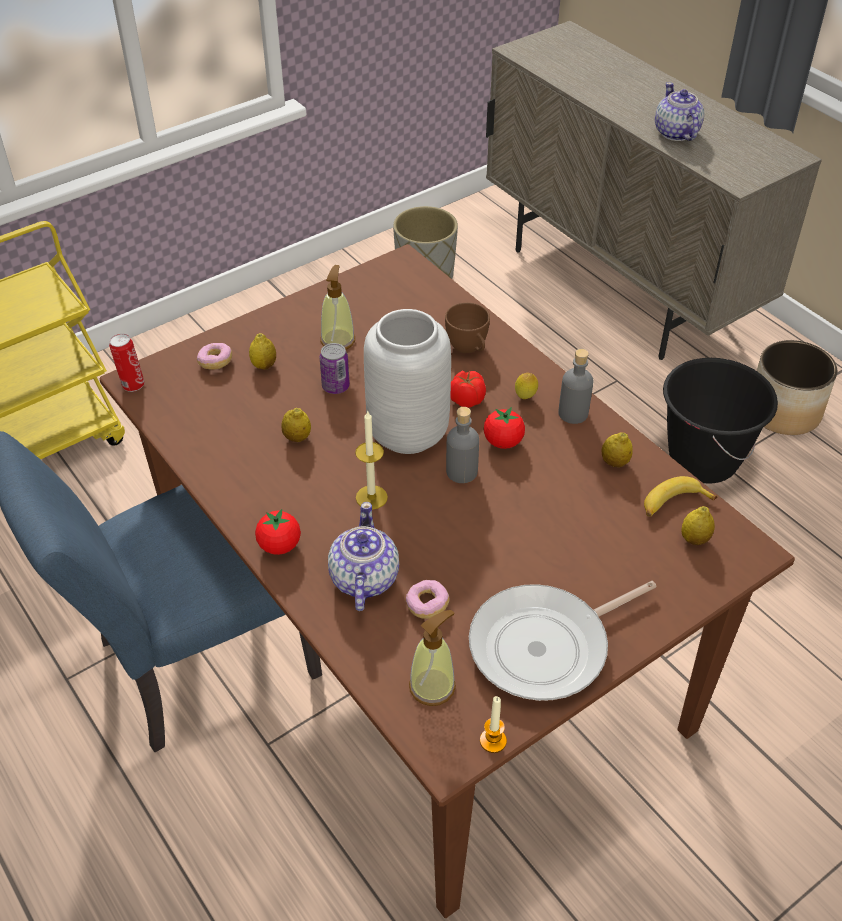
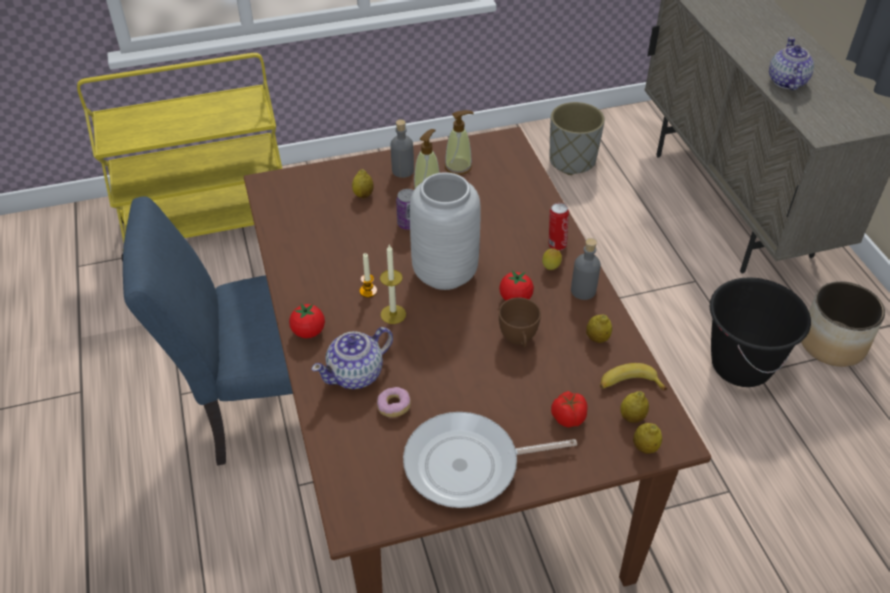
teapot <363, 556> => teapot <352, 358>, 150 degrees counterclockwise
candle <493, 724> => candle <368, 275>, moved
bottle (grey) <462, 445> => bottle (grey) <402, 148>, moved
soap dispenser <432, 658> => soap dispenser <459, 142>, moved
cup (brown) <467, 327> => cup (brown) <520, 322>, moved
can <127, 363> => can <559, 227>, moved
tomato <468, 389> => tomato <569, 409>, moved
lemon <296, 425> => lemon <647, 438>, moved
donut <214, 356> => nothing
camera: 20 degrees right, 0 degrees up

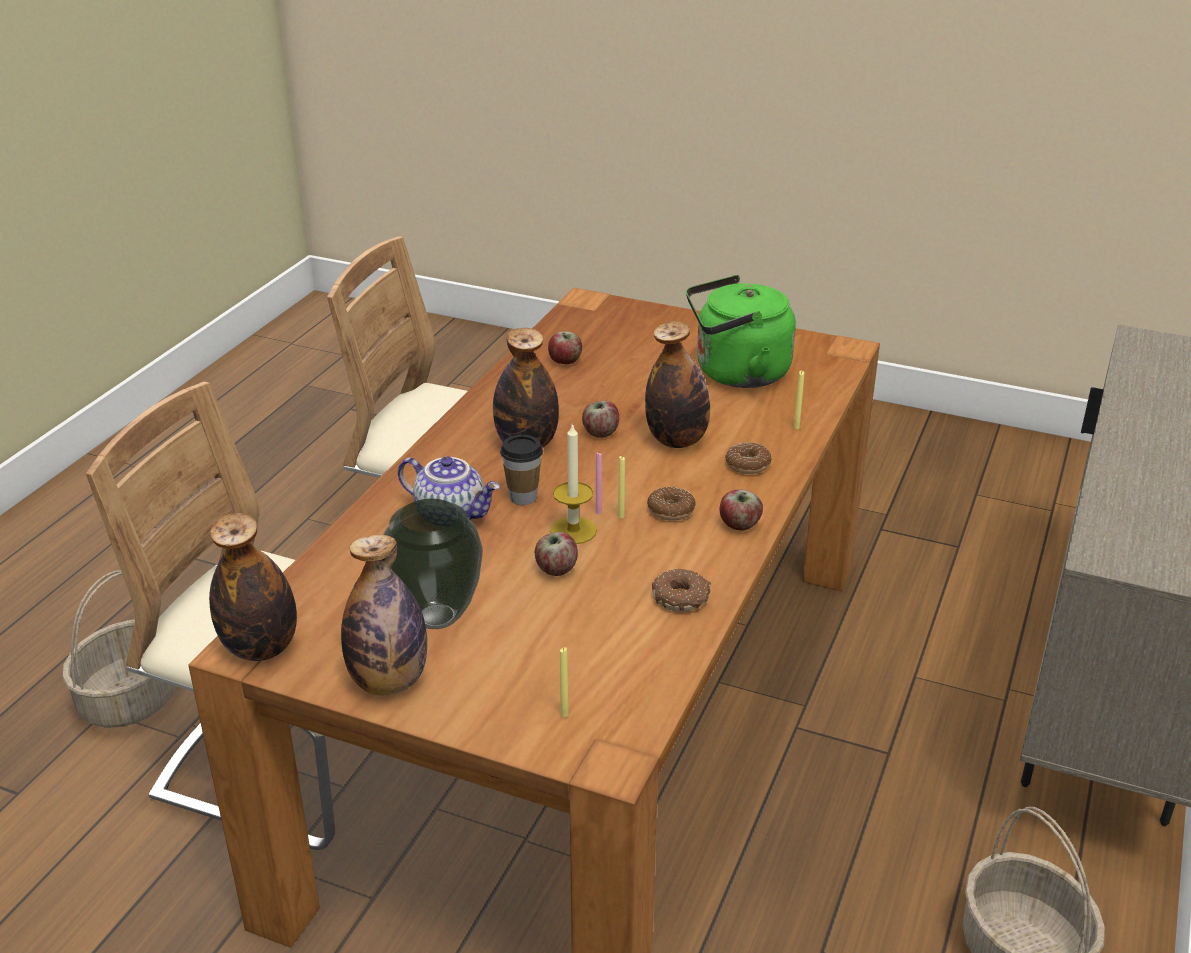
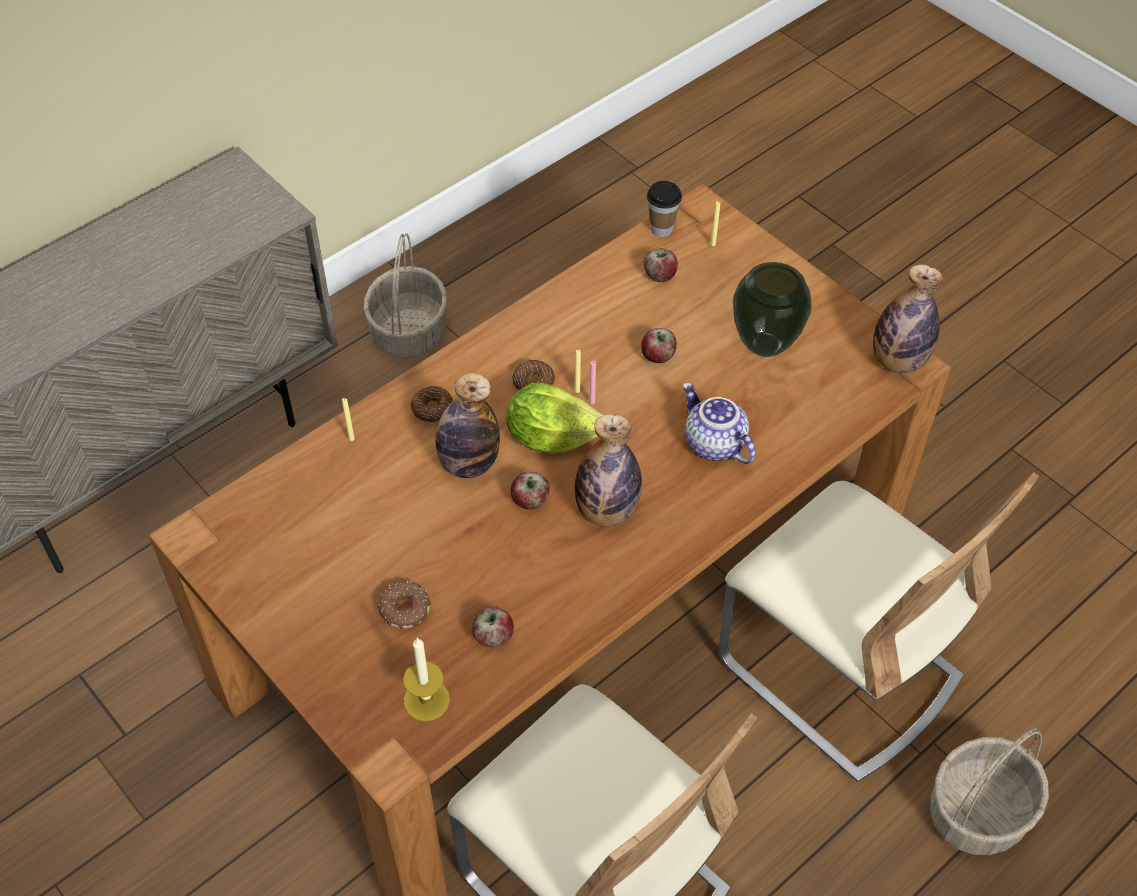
donut <681, 590> => donut <404, 604>, moved
candle <573, 483> => candle <426, 680>, moved
nothing => lettuce <554, 418>
apple <741, 510> => apple <661, 265>, moved
cup <521, 469> => cup <664, 209>, moved
bottle <384, 615> => nothing
kettle (green) <741, 331> => nothing
camera: 155 degrees left, 20 degrees up

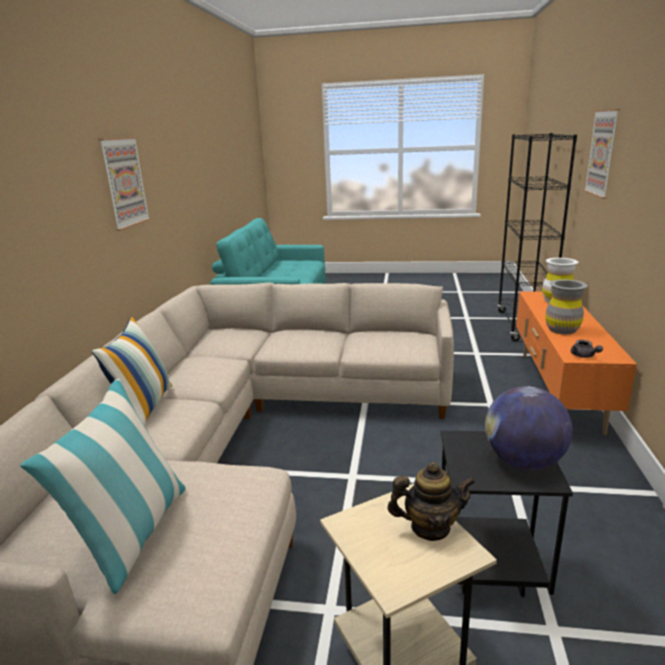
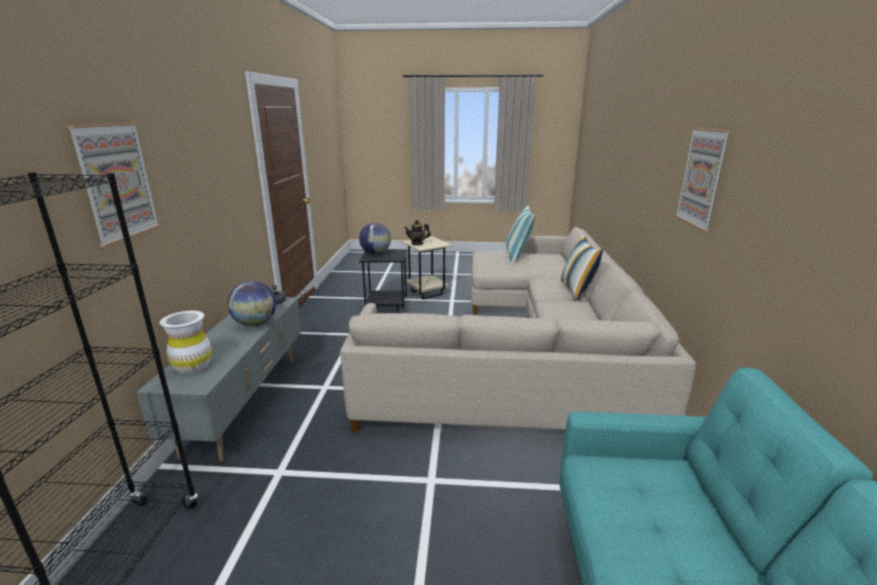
tv stand (orange) <576, 363> => tv stand (grey) <219, 379>
vase (grey) <566, 306> => globe <252, 303>
camera: 175 degrees right, 0 degrees up

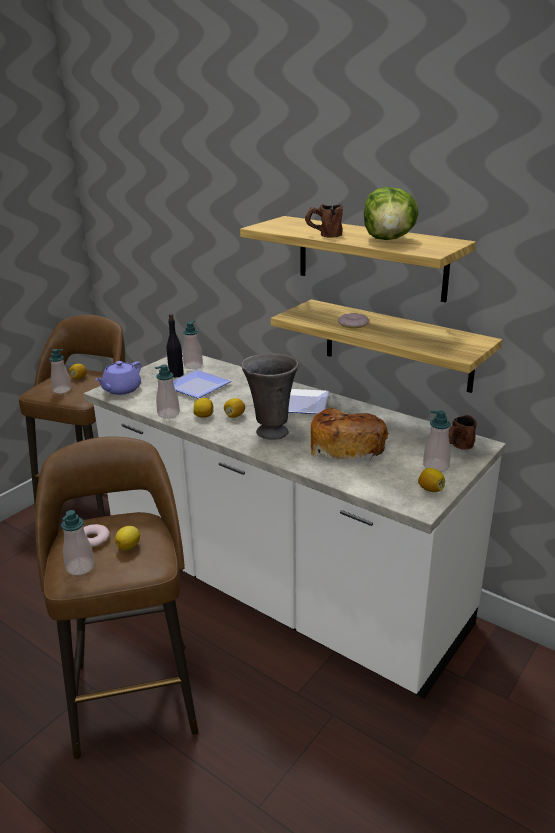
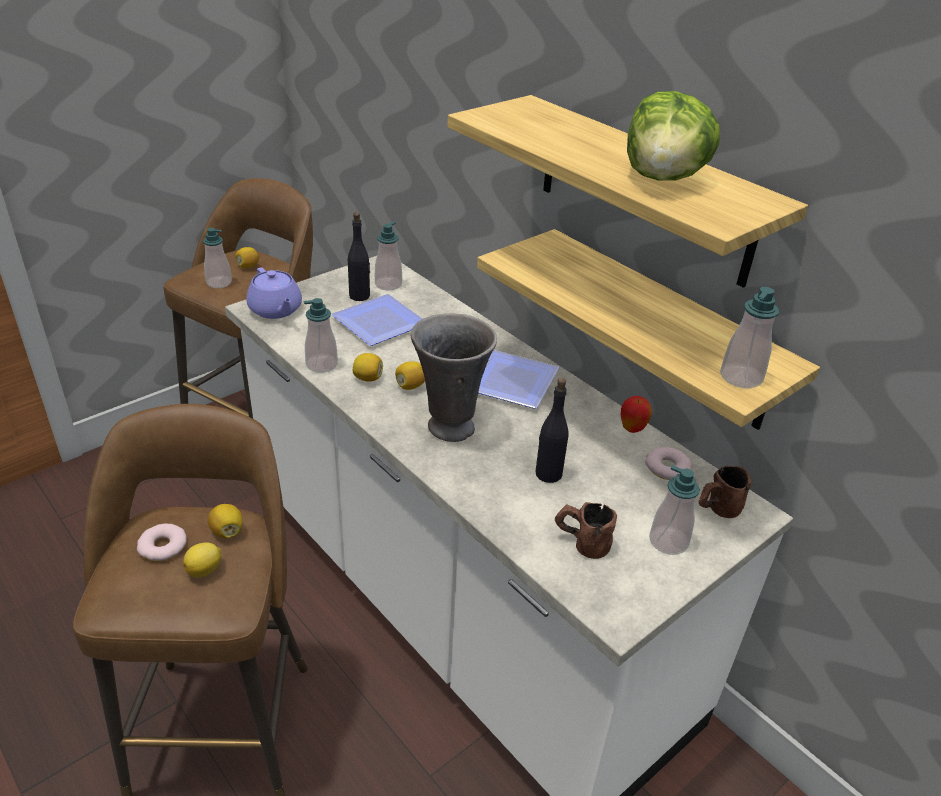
lemon <431, 480> => lemon <225, 521>, moved
teapot (purple) <118, 378> => teapot (purple) <274, 293>, 75 degrees counterclockwise
bread <350, 434> => bottle (black) <552, 430>
mug (brown) <324, 221> => mug (brown) <586, 530>, moved
nothing => apple <636, 414>
donut <353, 320> => donut <668, 463>, moved
soap dispenser <78, 542> => soap dispenser <749, 337>, moved
camera: 10 degrees right, 10 degrees up

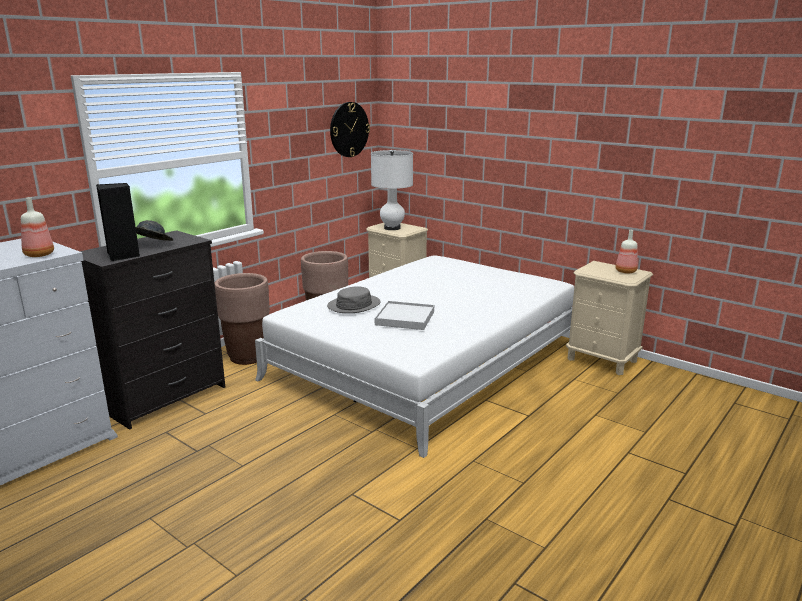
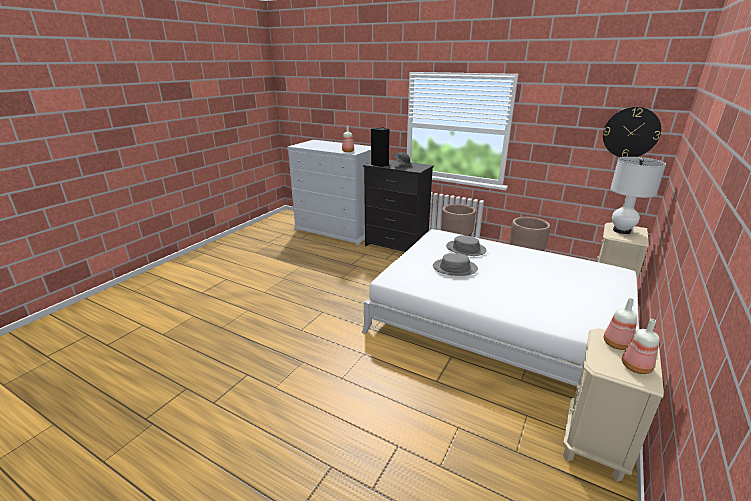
tray (white) <404, 315> => hat (grey) <455, 264>
nothing => bottle <620, 324>
camera: 80 degrees right, 5 degrees up

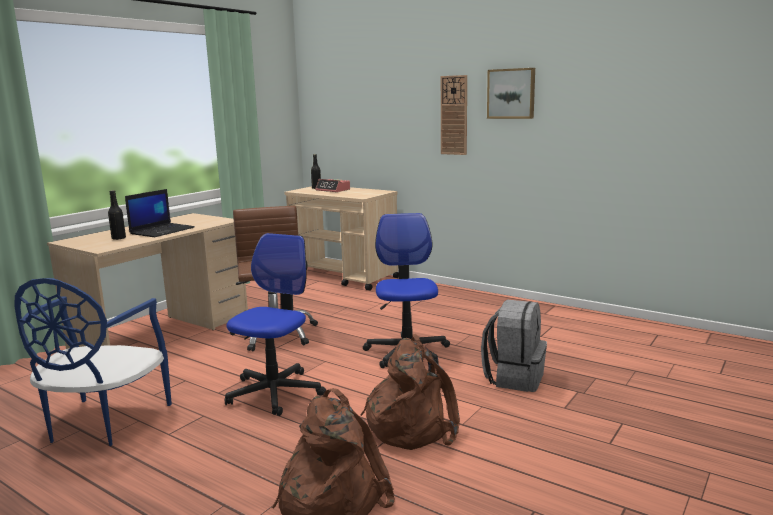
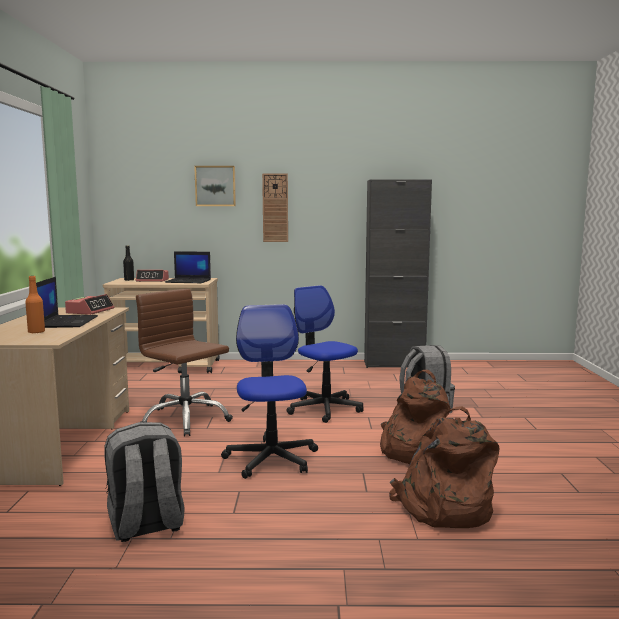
bottle (black) <117, 215> => bottle (orange) <35, 304>
nothing => alarm clock <89, 304>
chair (blue) <93, 362> => backpack (grey) <145, 482>
nothing => laptop <188, 267>
picture <511, 93> => picture <215, 186>, moved
nothing => cabinet (black) <398, 274>
camera: 35 degrees left, 5 degrees down

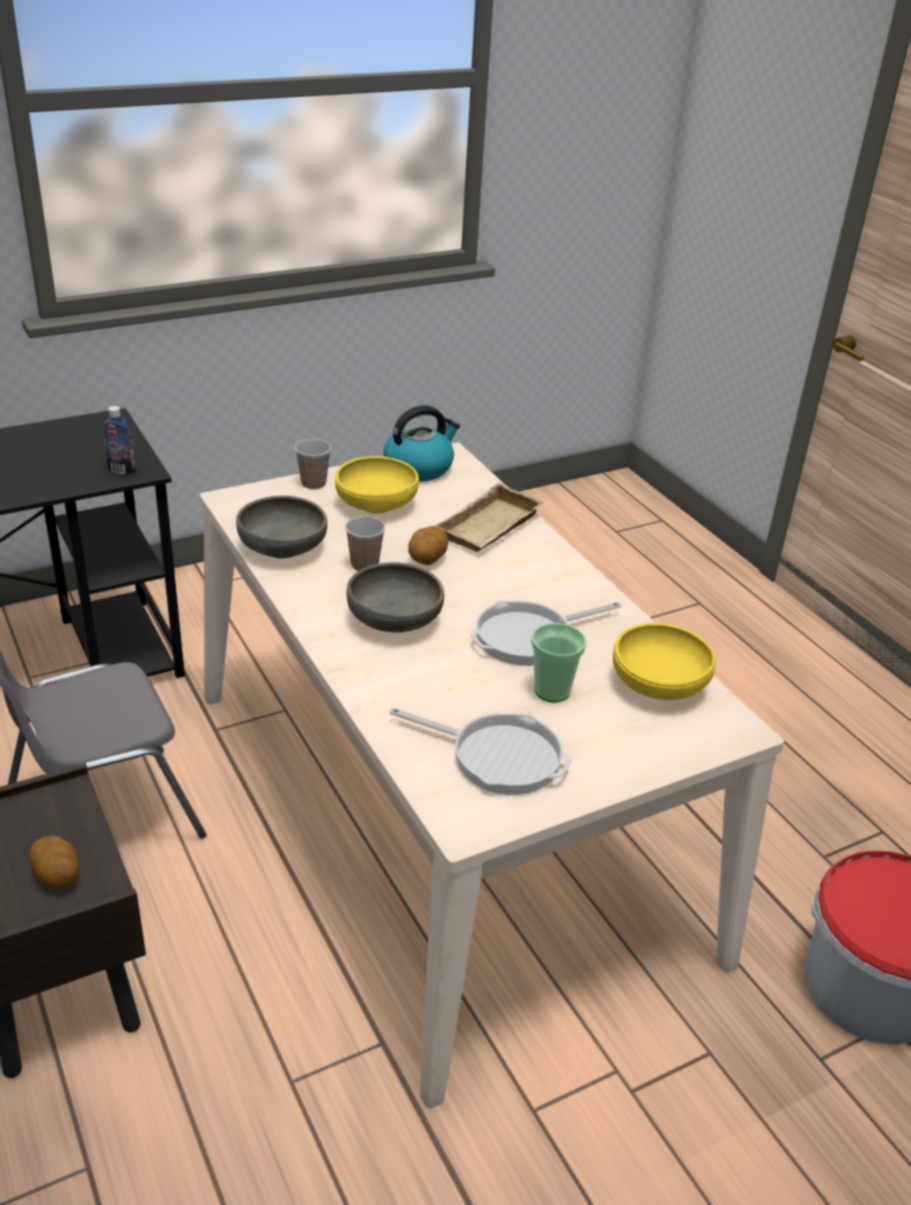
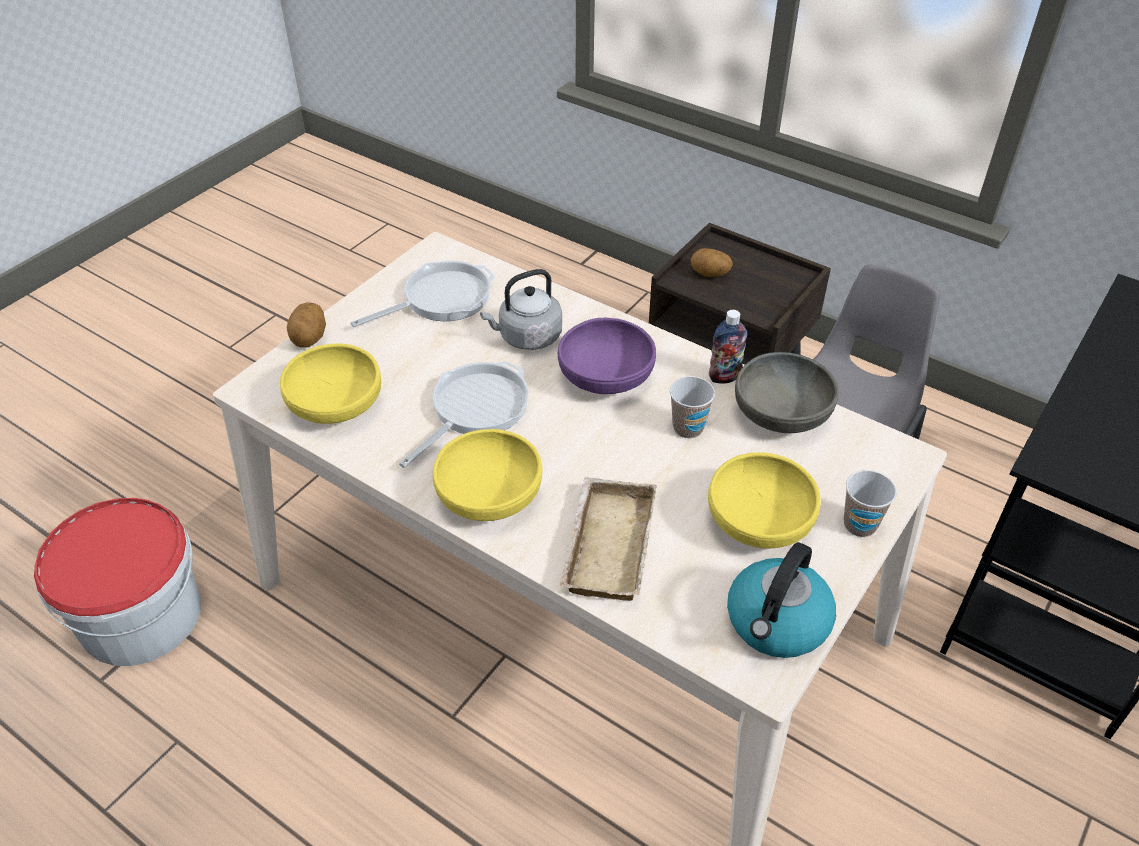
potato <428, 545> => potato <306, 324>, moved
frying pan <480, 751> => frying pan <423, 294>, 150 degrees clockwise
nothing => bowl (yellow) <487, 475>
nothing => kettle (grey) <521, 309>
bowl (grey) <395, 597> => bowl (purple) <607, 356>
bottle <119, 440> => bottle <728, 347>, moved
cup <559, 663> => nothing
camera: 155 degrees right, 10 degrees up

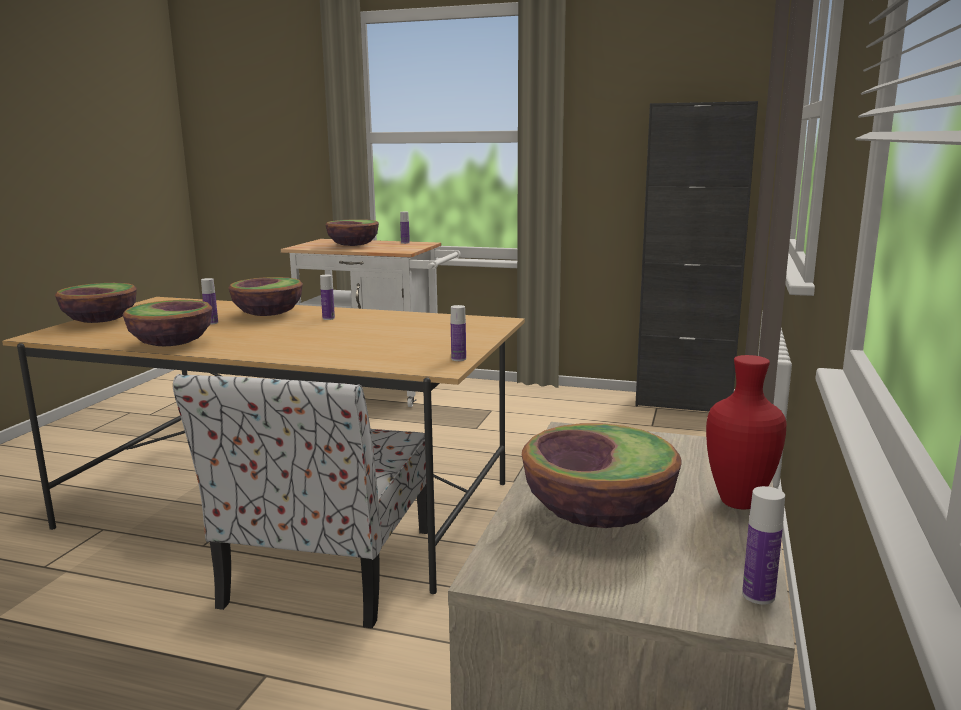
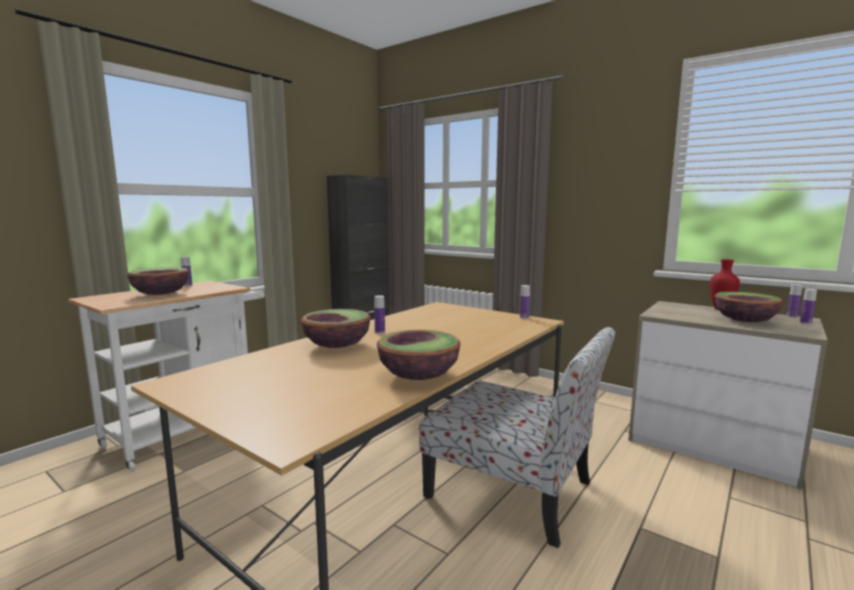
bottle <209, 301> => bottle <808, 306>, moved
bowl <96, 303> => nothing
camera: 70 degrees left, 5 degrees down

